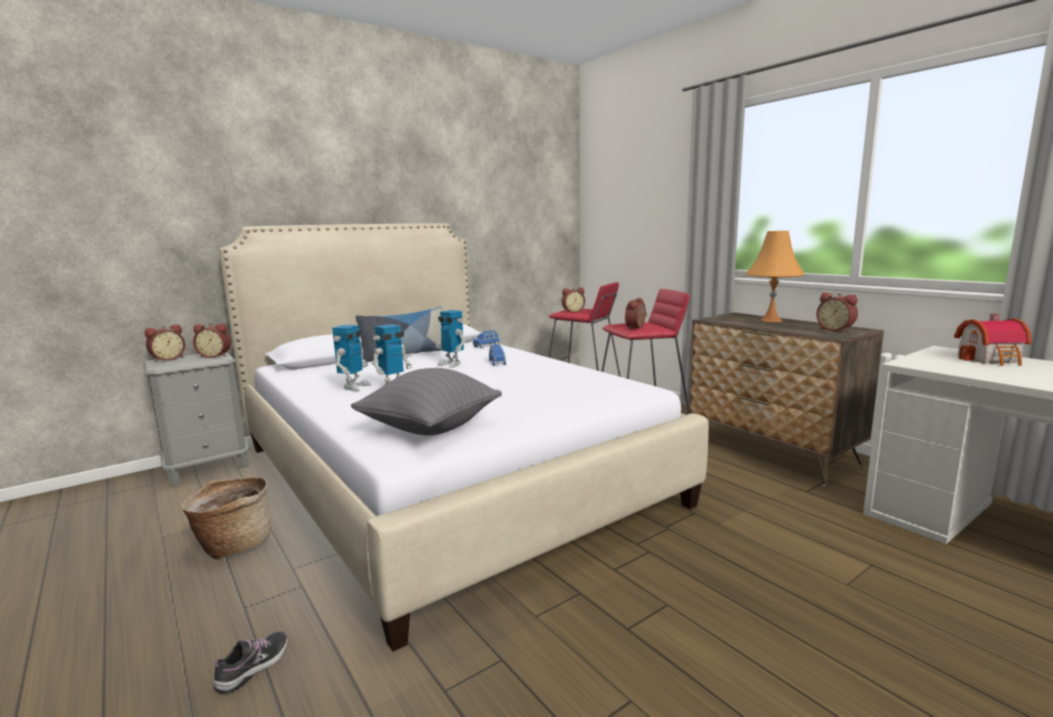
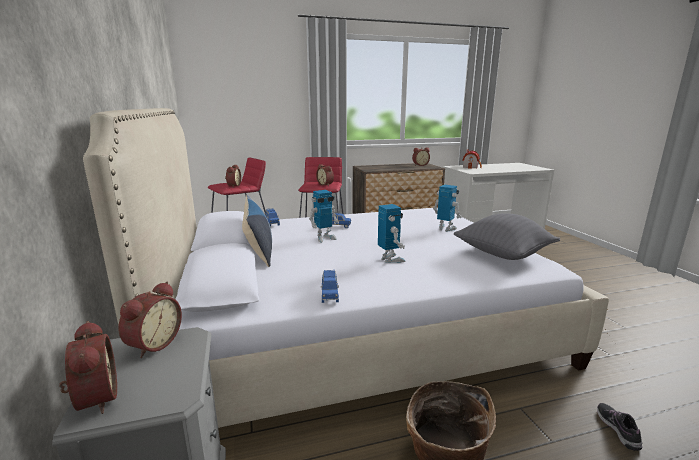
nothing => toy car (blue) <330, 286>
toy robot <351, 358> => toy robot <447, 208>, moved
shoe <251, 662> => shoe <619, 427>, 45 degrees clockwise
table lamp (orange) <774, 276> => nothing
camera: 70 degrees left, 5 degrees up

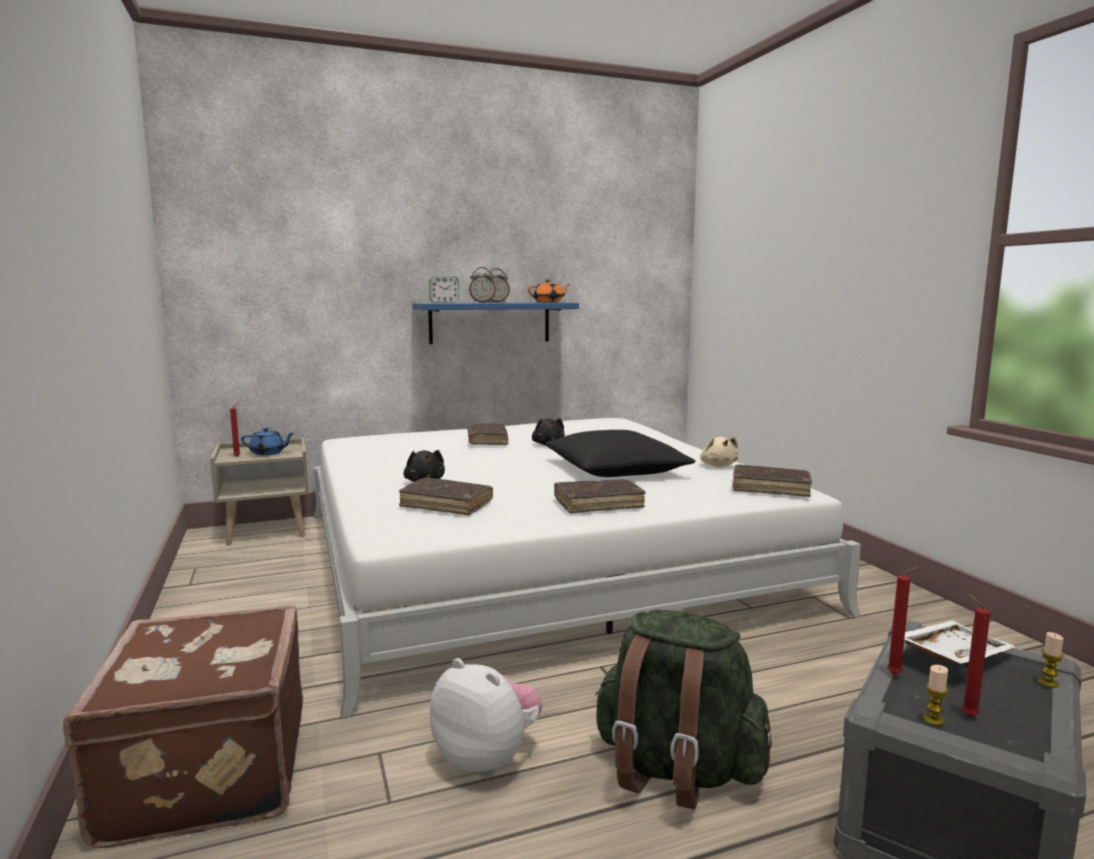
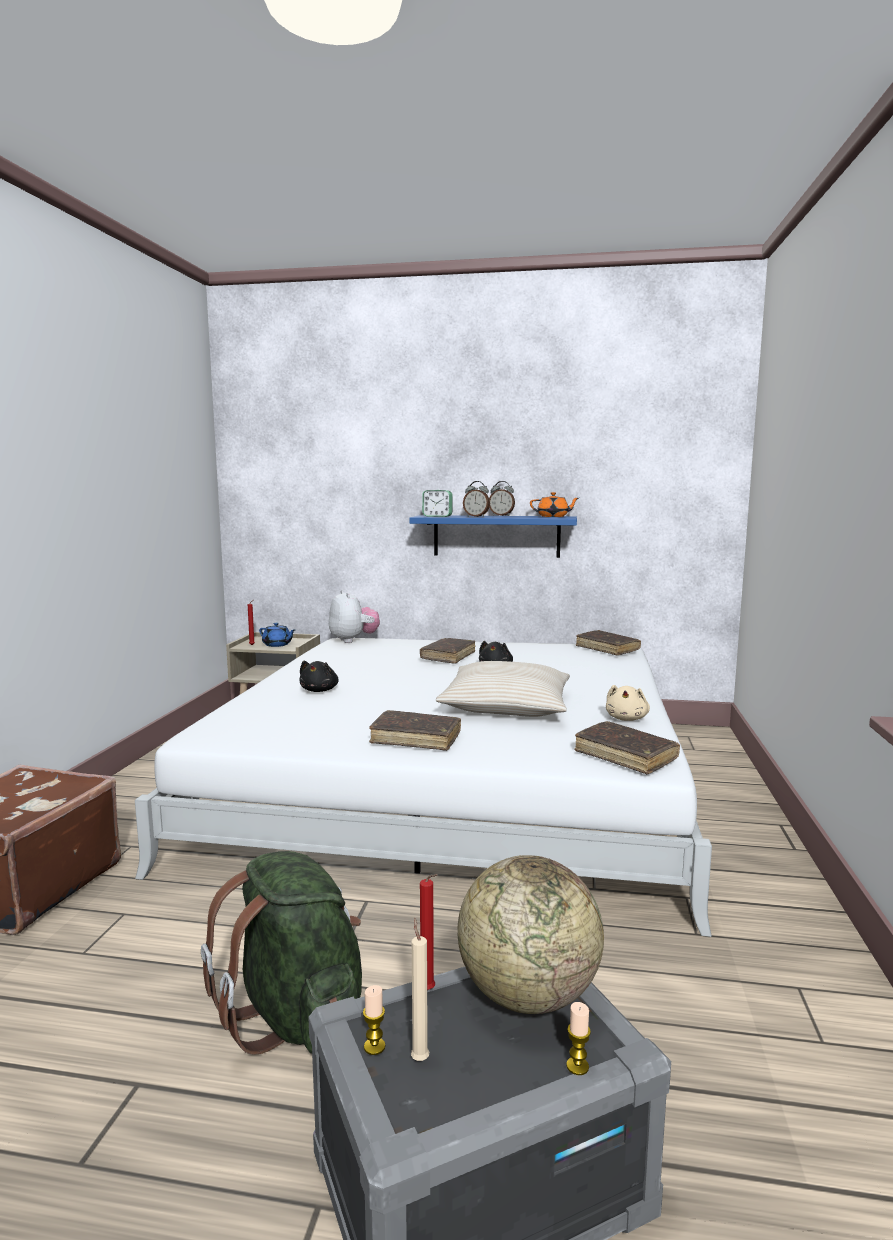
plush toy <486, 717> => plush toy <354, 616>, moved
candle (red) <976, 655> => candle (beige) <420, 989>
pillow (black) <620, 453> => pillow (beige) <503, 689>
tray (white) <960, 644> => globe <530, 934>
book (brown) <446, 496> => book (brown) <608, 643>, moved
camera: 30 degrees right, 0 degrees up

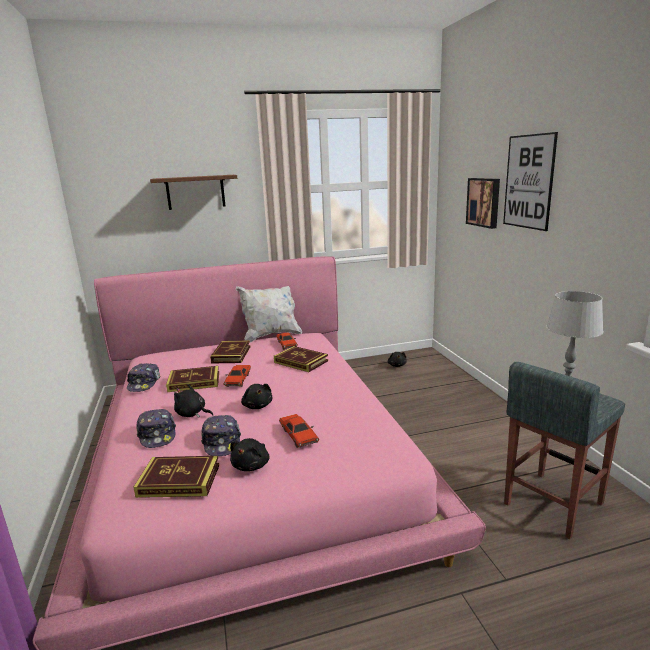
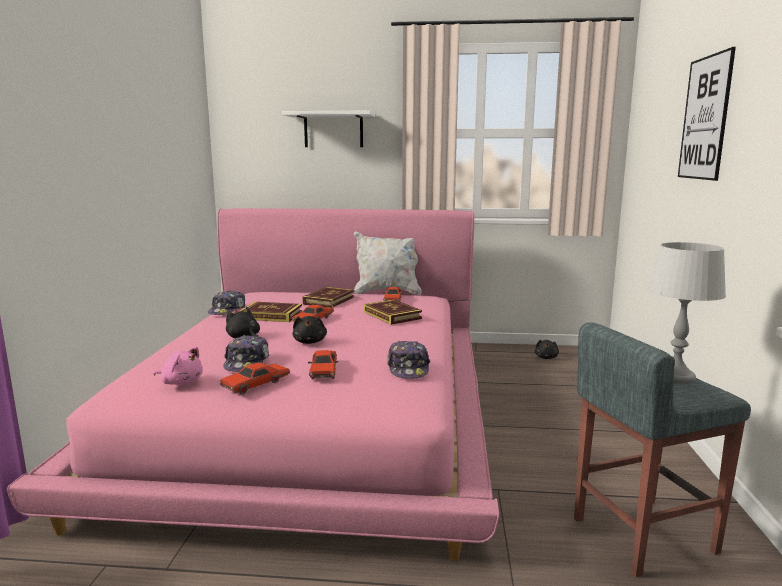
book <176, 477> => plush toy (pink) <178, 366>
plush toy (black) <250, 454> => toy car (red) <254, 378>
shelf (brown) <193, 192> => shelf (white) <328, 128>
cap <156, 428> => cap <408, 359>, moved
picture <483, 203> => nothing
camera: 20 degrees right, 5 degrees down

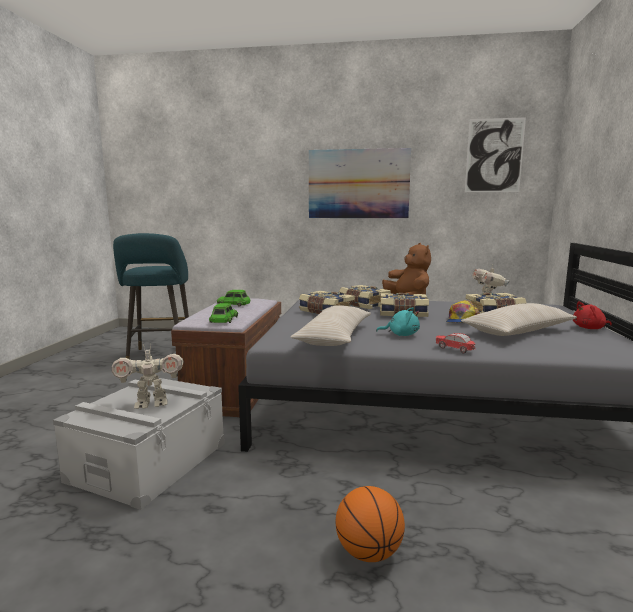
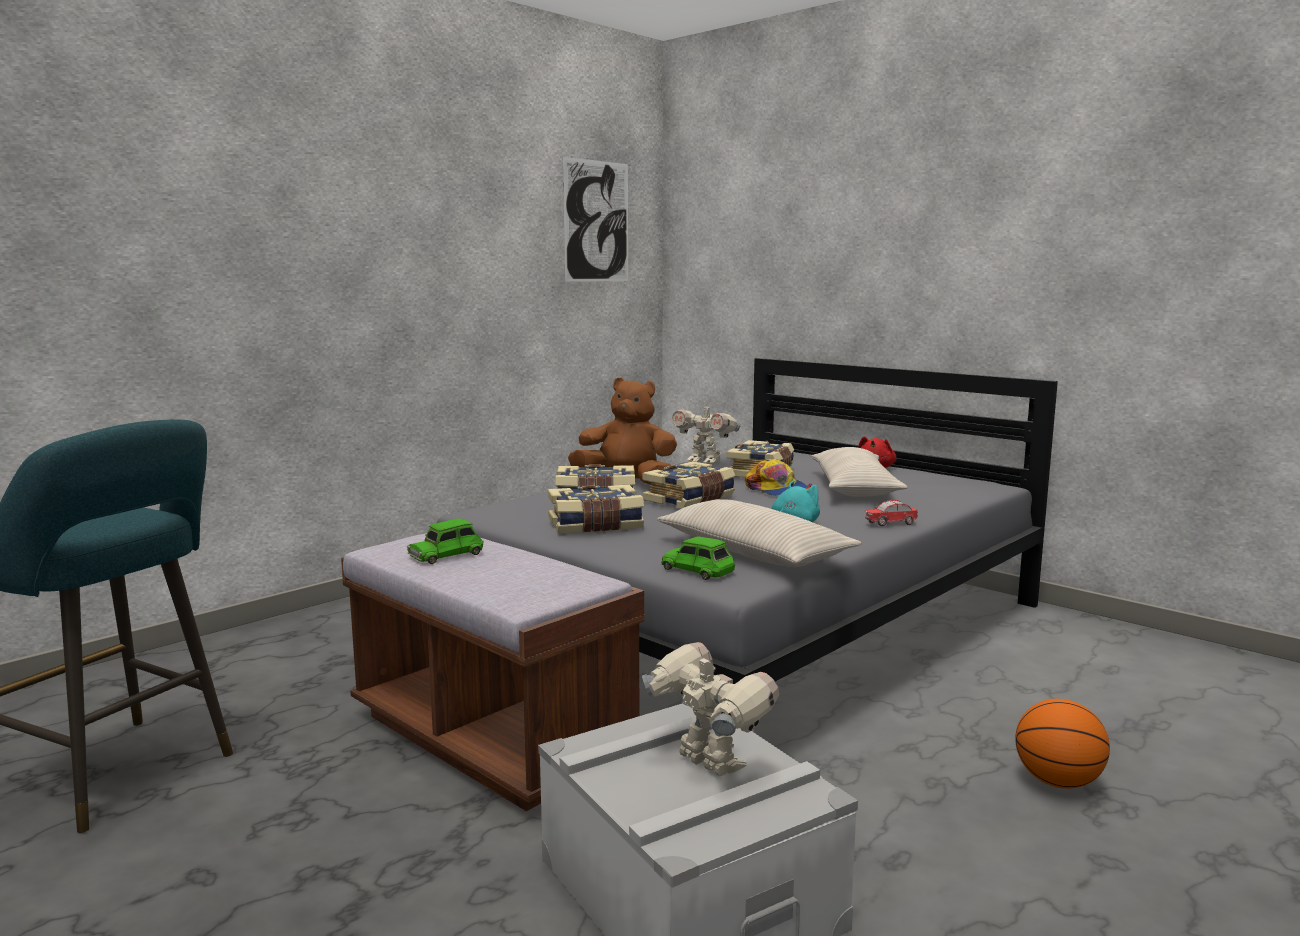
toy robot <147, 376> => toy robot <710, 709>, 60 degrees counterclockwise
toy car (green) <223, 313> => toy car (green) <698, 558>, moved
picture <360, 183> => nothing
camera: 55 degrees left, 0 degrees up

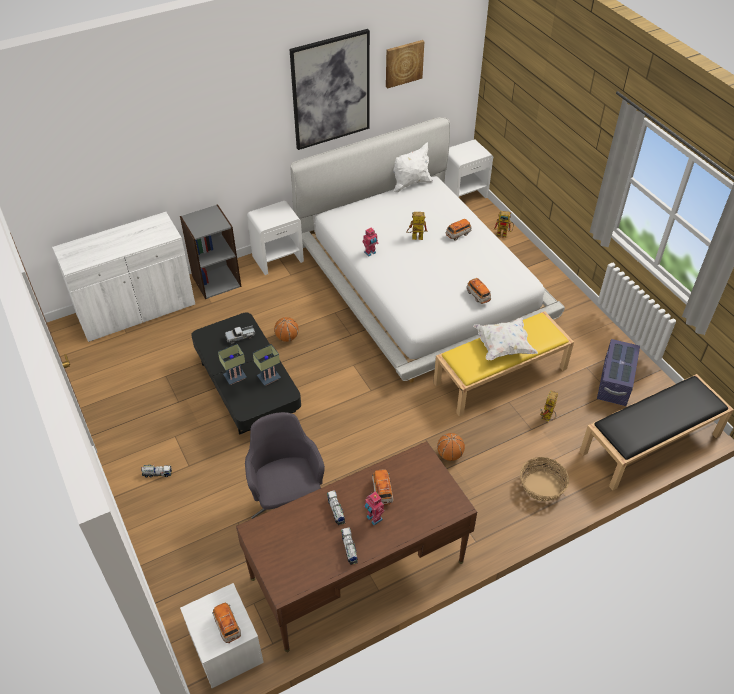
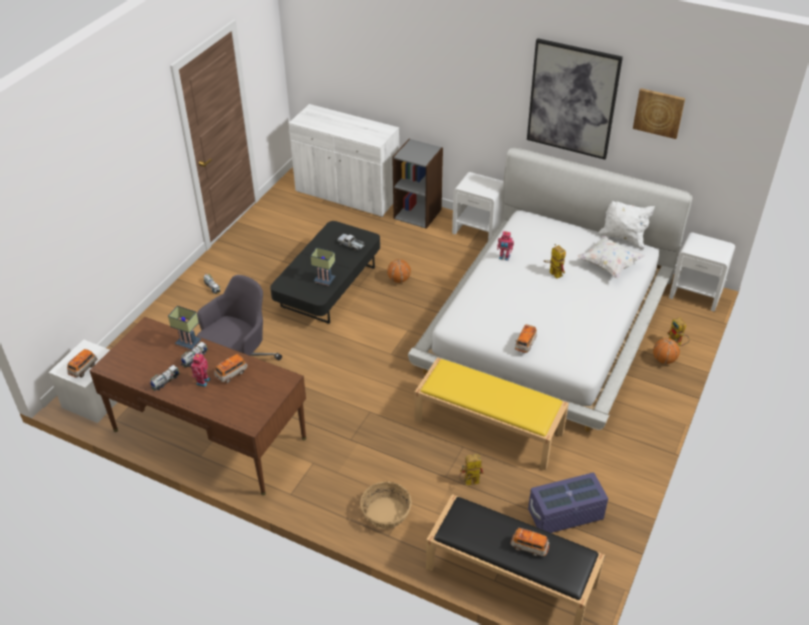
table lamp <232, 364> => table lamp <185, 328>, moved
toy car <459, 229> => toy car <529, 542>, moved
pillow (white) <505, 338> => pillow (white) <611, 257>, moved
basketball <451, 447> => basketball <666, 351>, moved
camera: 55 degrees right, 5 degrees down

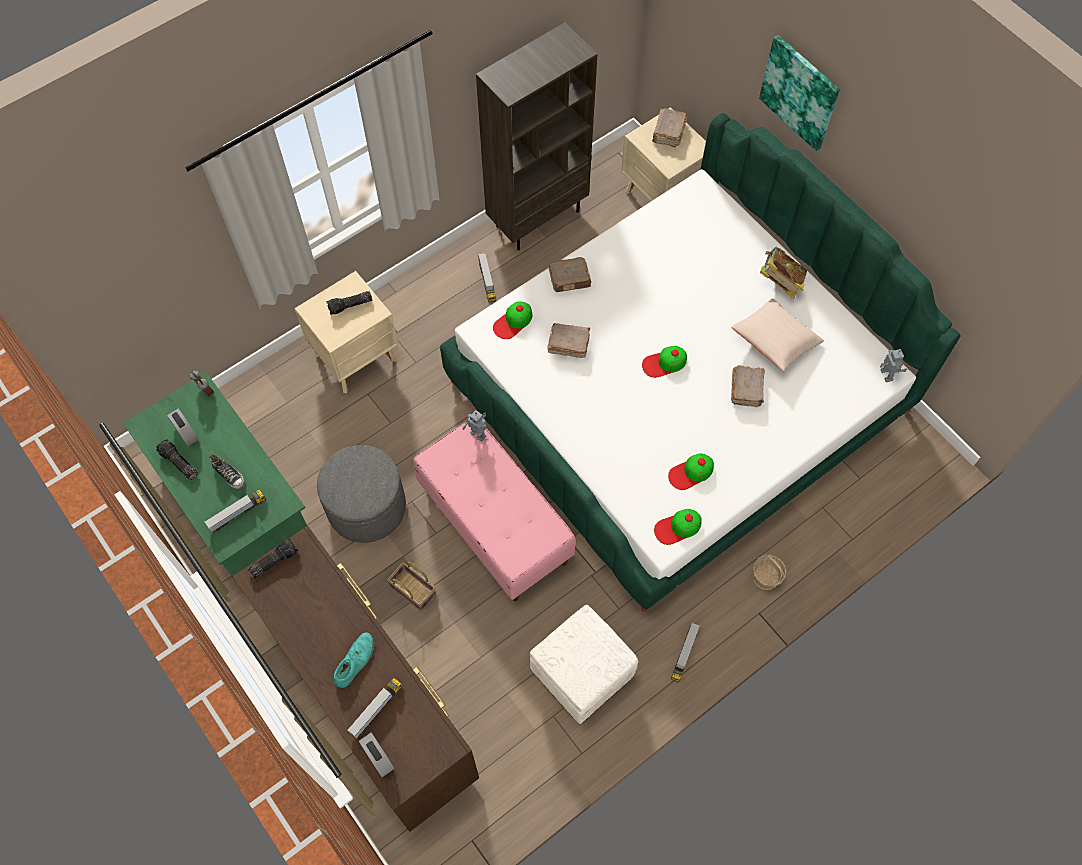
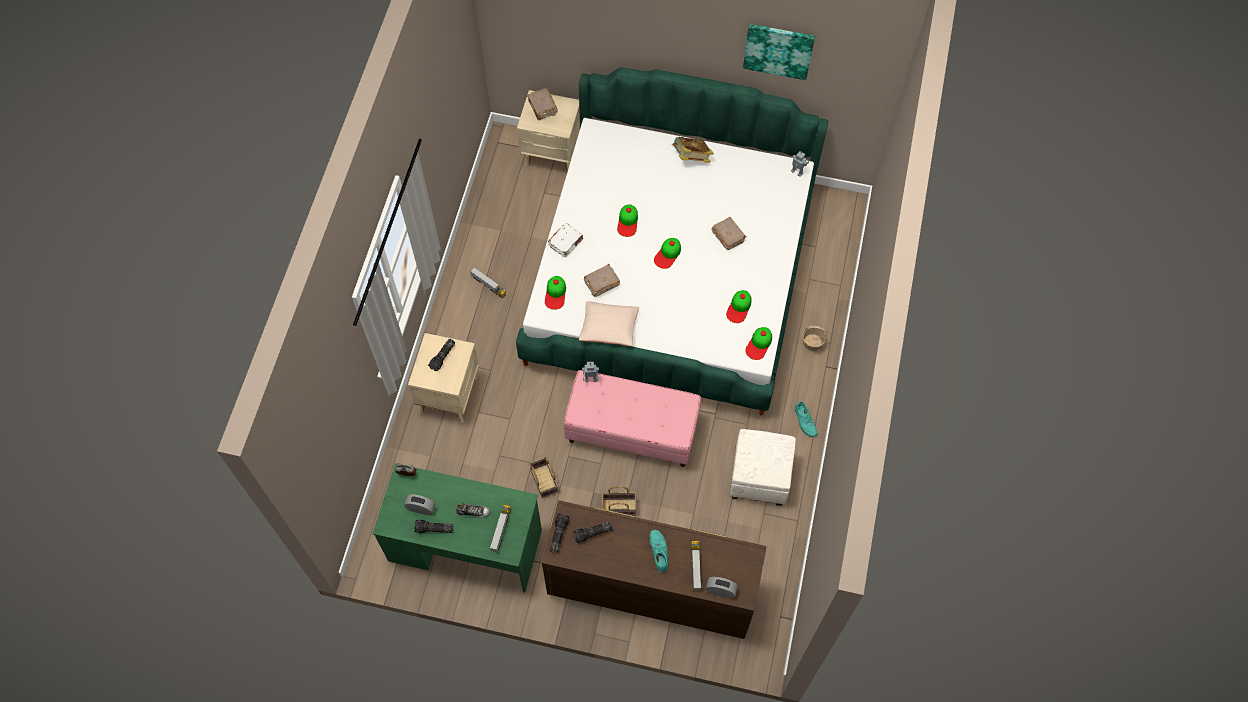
ottoman (grey) <361, 494> => basket <543, 477>
book (brown) <569, 274> => book (white) <565, 240>
nothing => flashlight <593, 532>
pillow (beige) <777, 334> => pillow (beige) <609, 323>, moved
nothing => cap <627, 220>
picture <799, 93> => picture <779, 52>, moved
toy truck <685, 652> => shoe (turquoise) <806, 419>
bookcase (brown) <536, 136> => nothing
camera: 40 degrees left, 0 degrees up

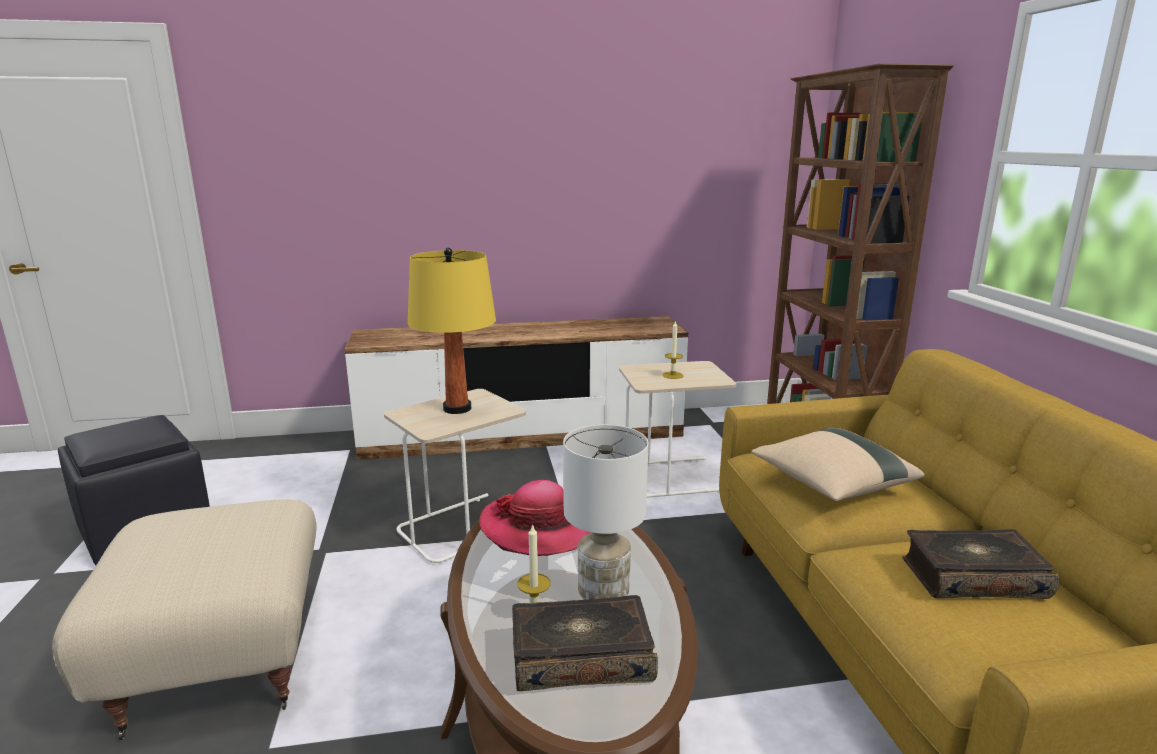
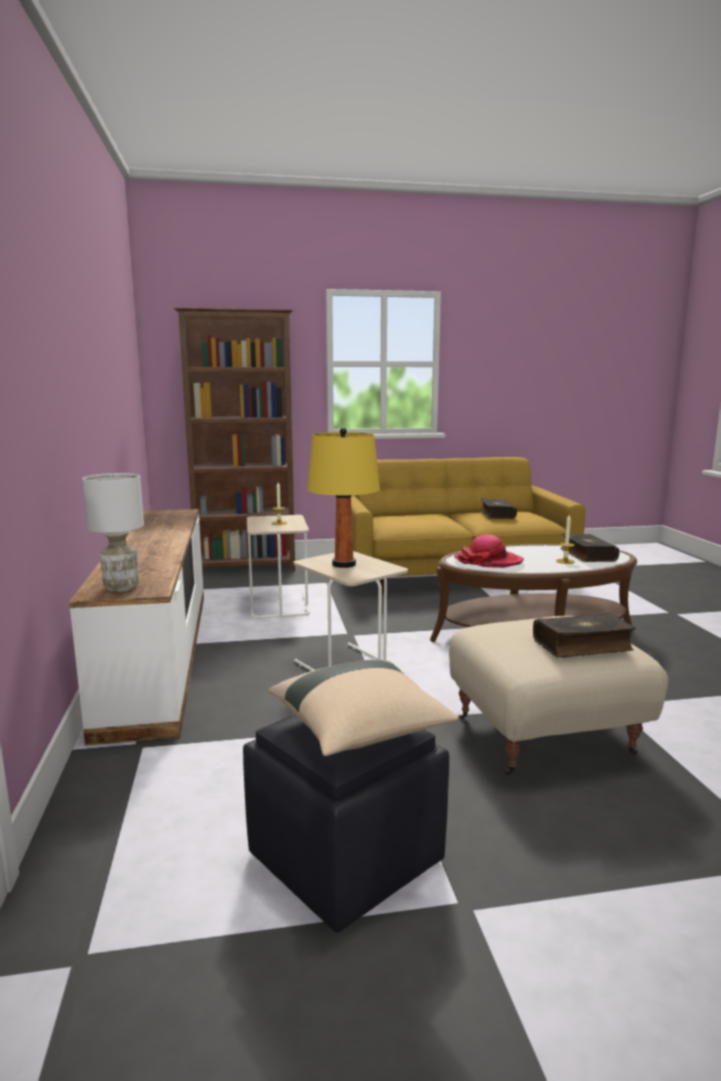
table lamp (white) <605, 512> => table lamp (white) <113, 532>, moved
pillow (beige) <838, 464> => pillow (beige) <363, 708>, moved
nothing => book <584, 635>
camera: 90 degrees left, 5 degrees down

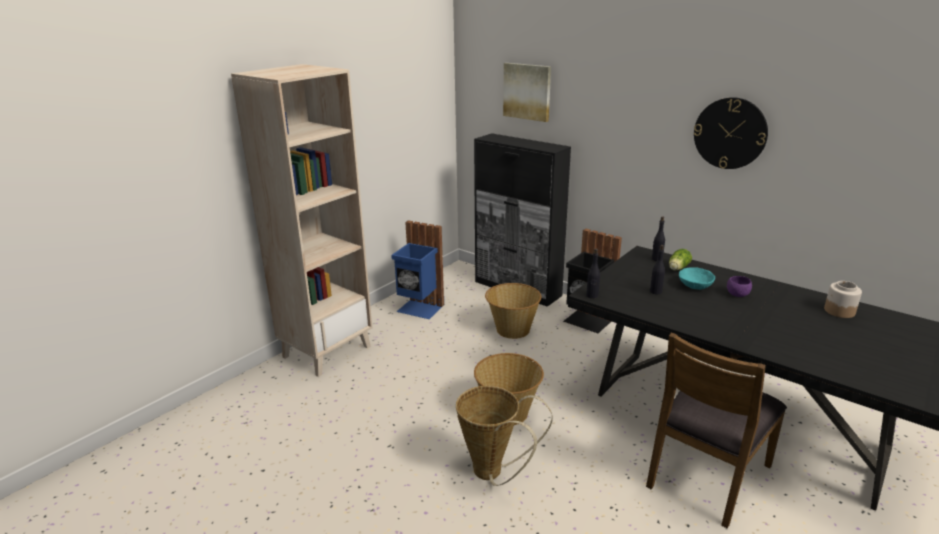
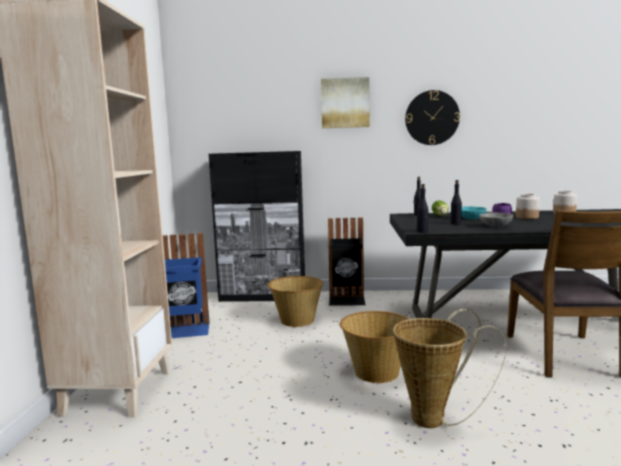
picture <527, 92> => picture <345, 102>, moved
nothing => bowl (grey) <496, 219>
nothing => jar <528, 206>
camera: 35 degrees left, 15 degrees down

